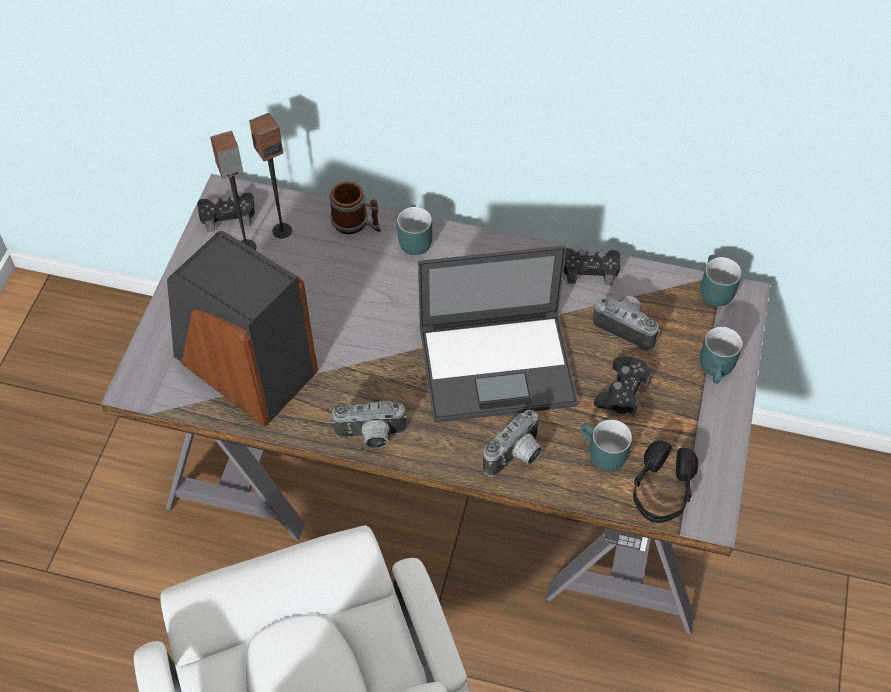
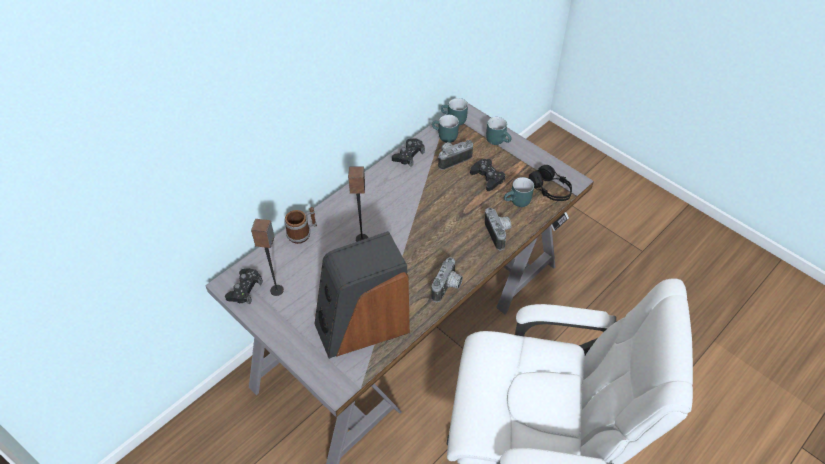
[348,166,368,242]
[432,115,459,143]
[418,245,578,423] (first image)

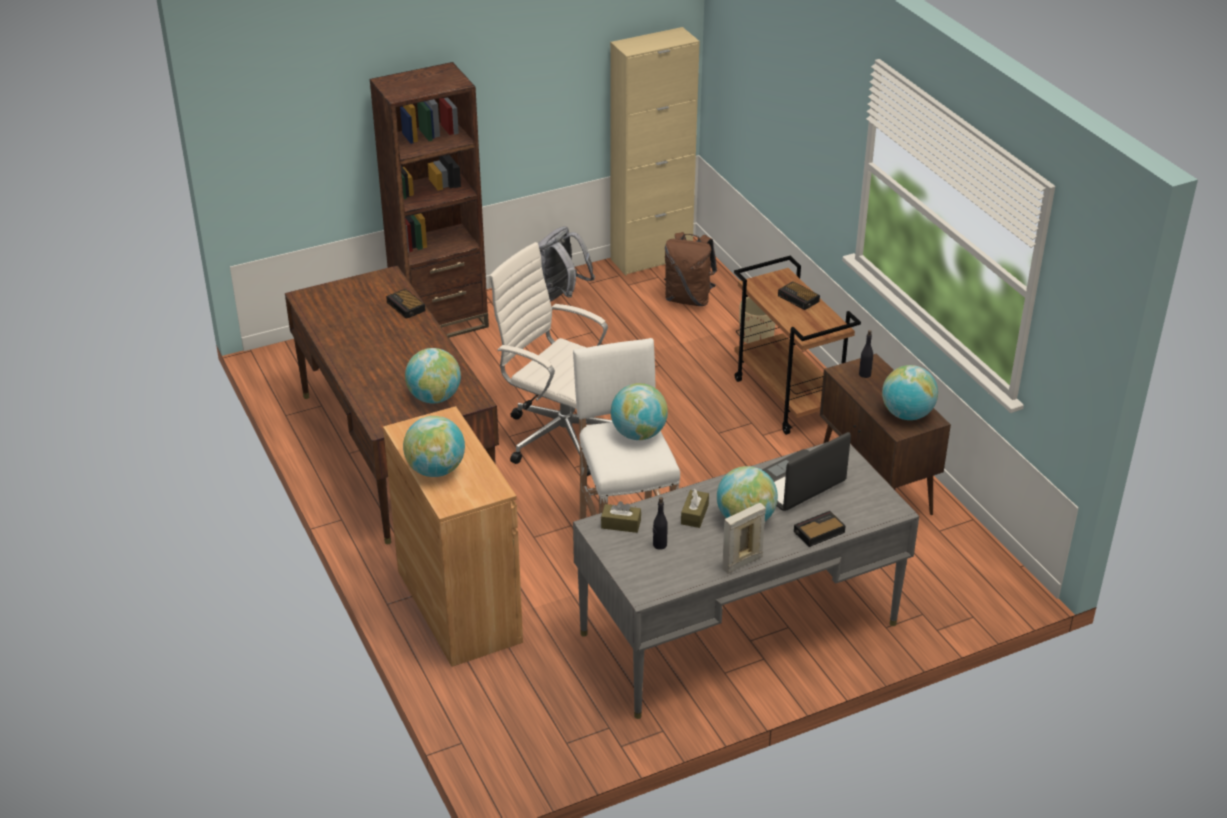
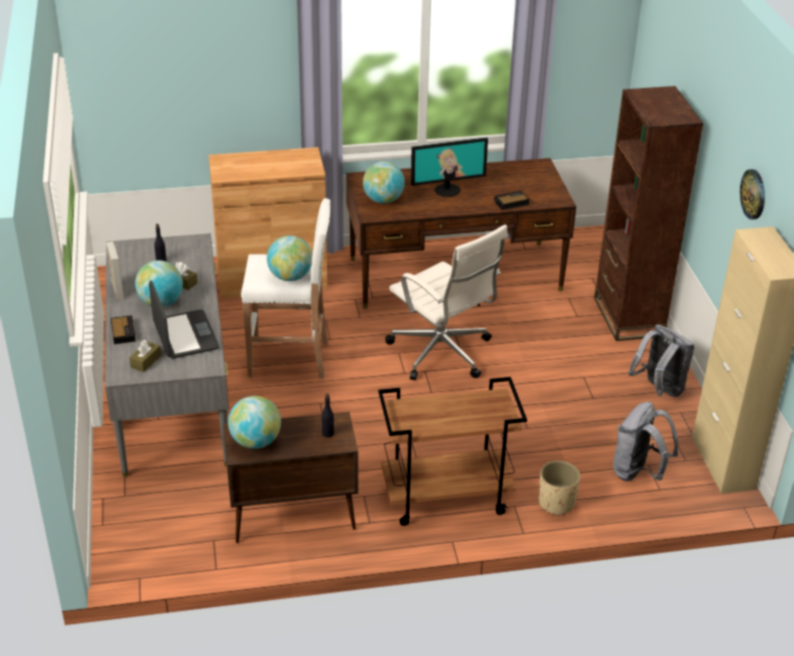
[403,416,465,477] (first image)
[385,225,508,380]
[129,340,161,372]
[613,402,678,481]
[778,281,820,310] (first image)
[411,137,488,197]
[740,169,765,220]

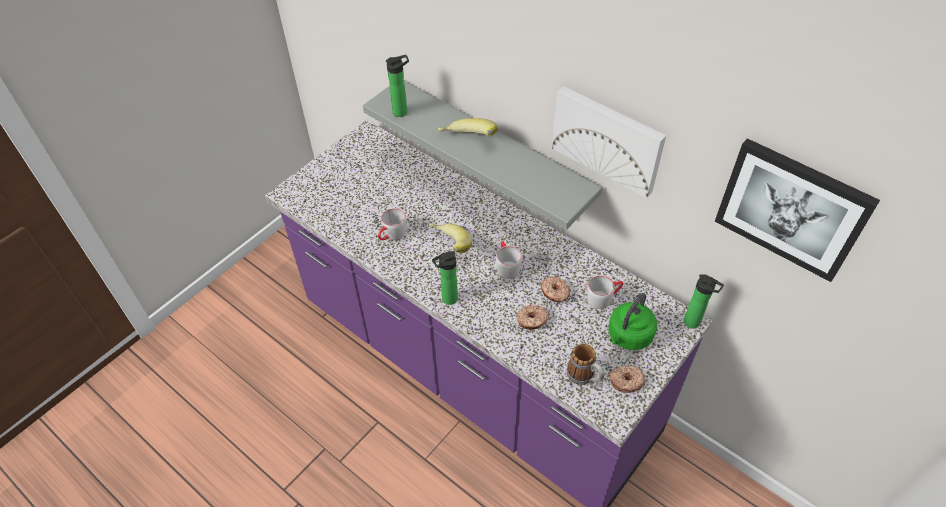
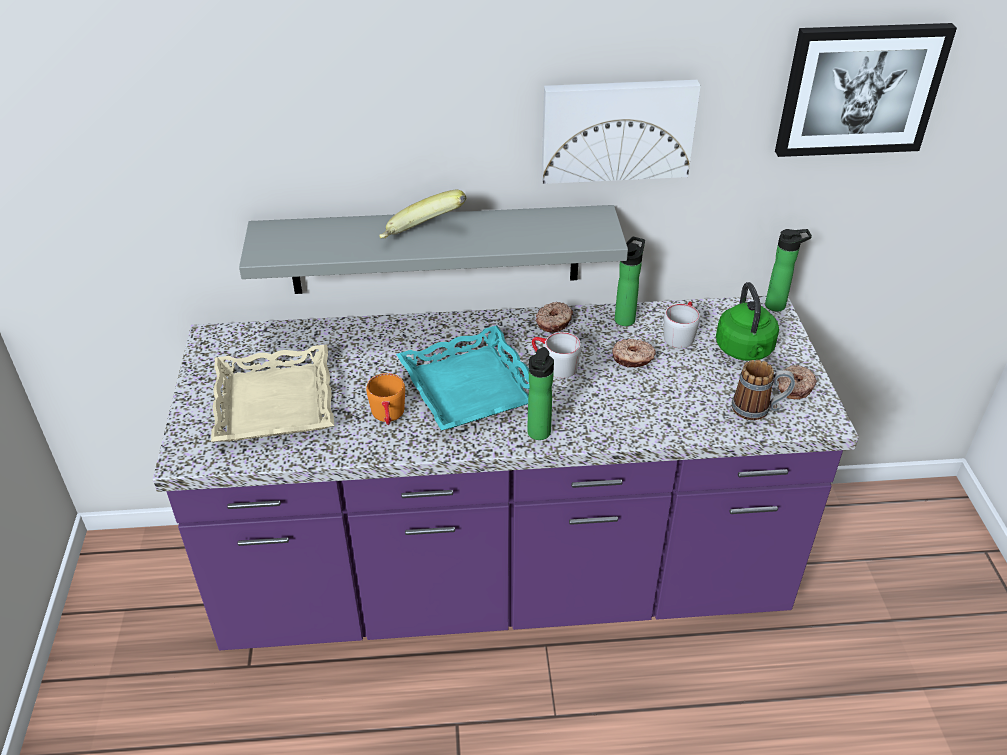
[366,373,405,425]
[615,237,645,326]
[396,325,530,430]
[536,302,573,332]
[211,344,334,442]

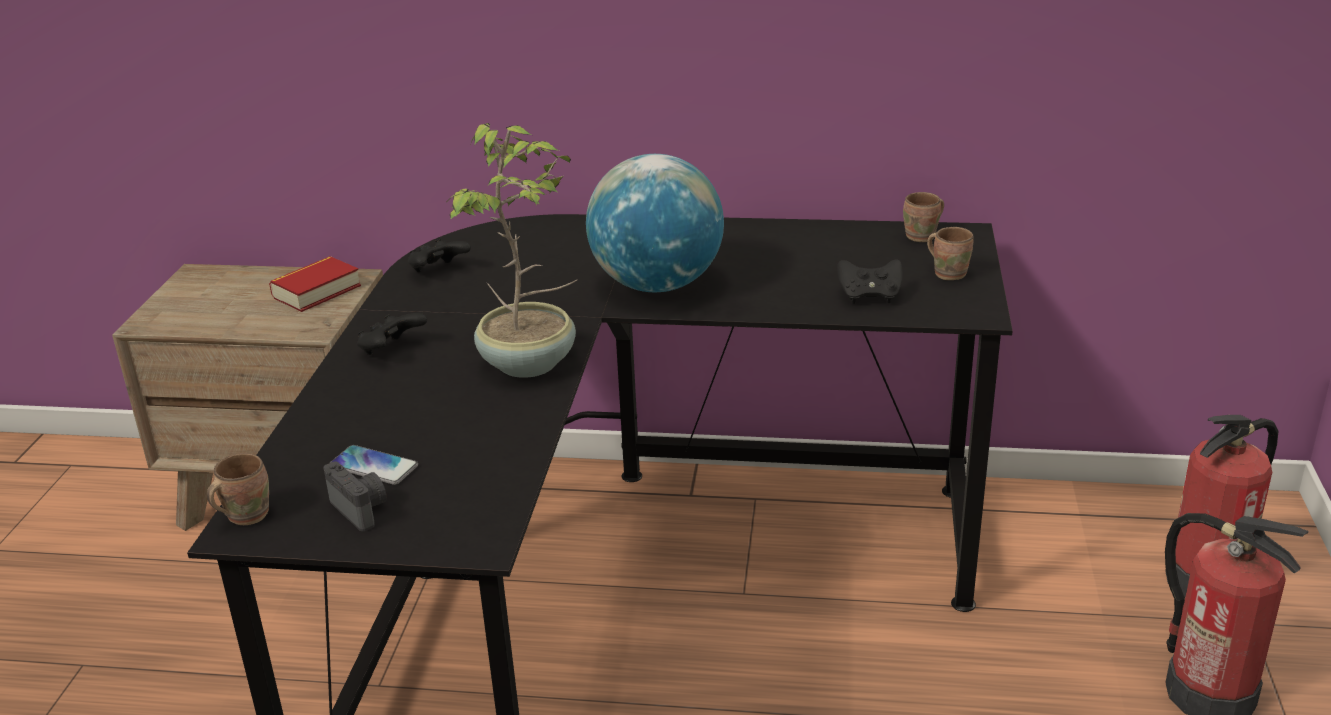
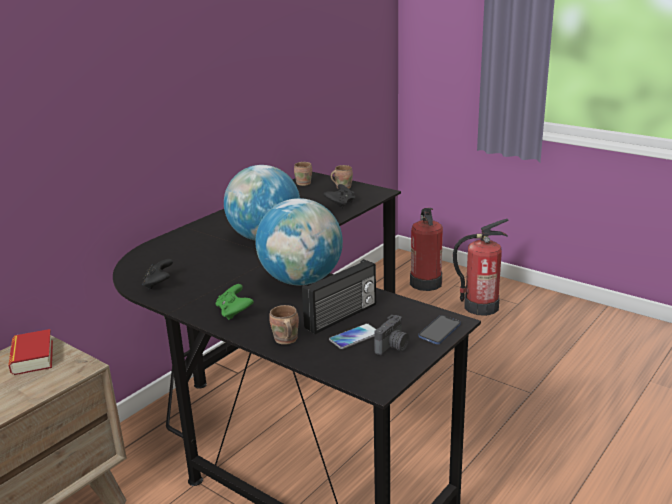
[269,305,299,345]
[374,315,409,355]
[216,284,254,320]
[255,198,343,285]
[302,259,376,334]
[418,315,461,344]

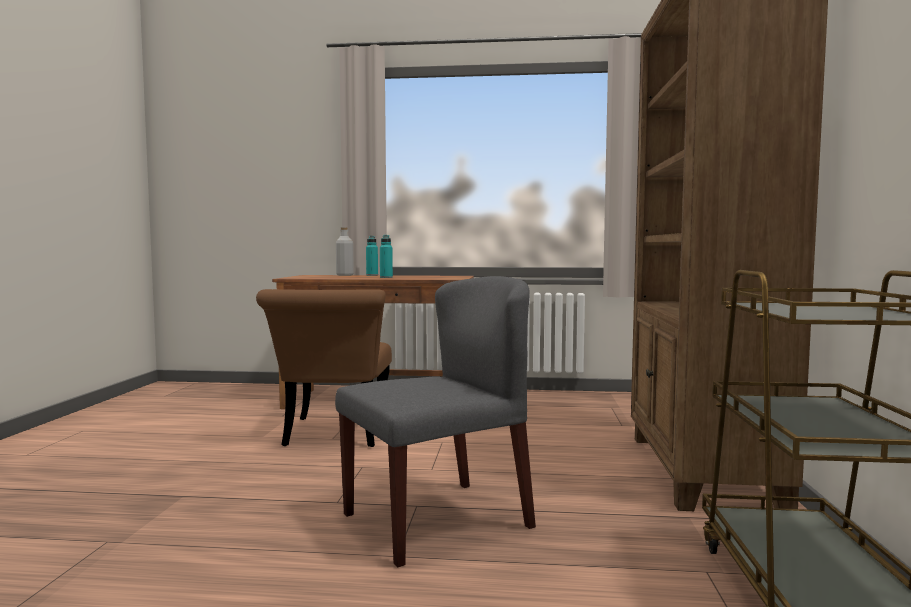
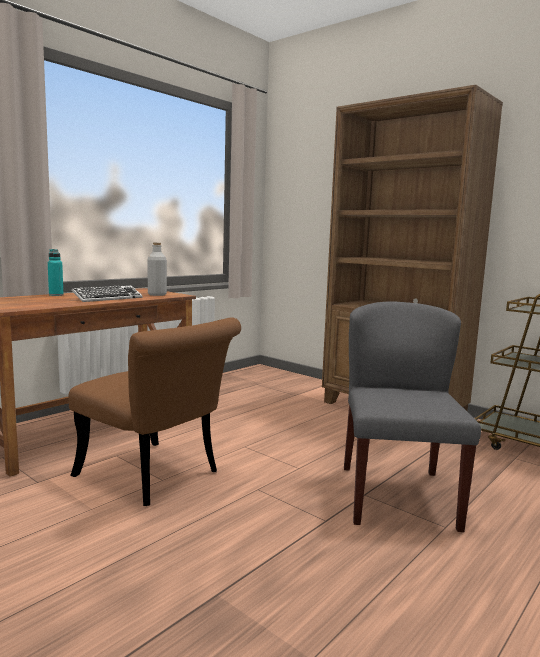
[147,242,167,296]
[71,285,143,302]

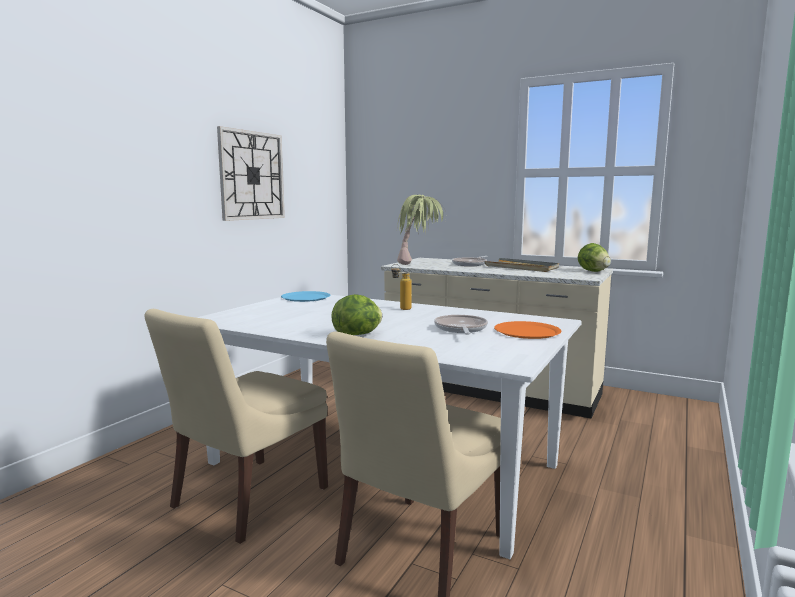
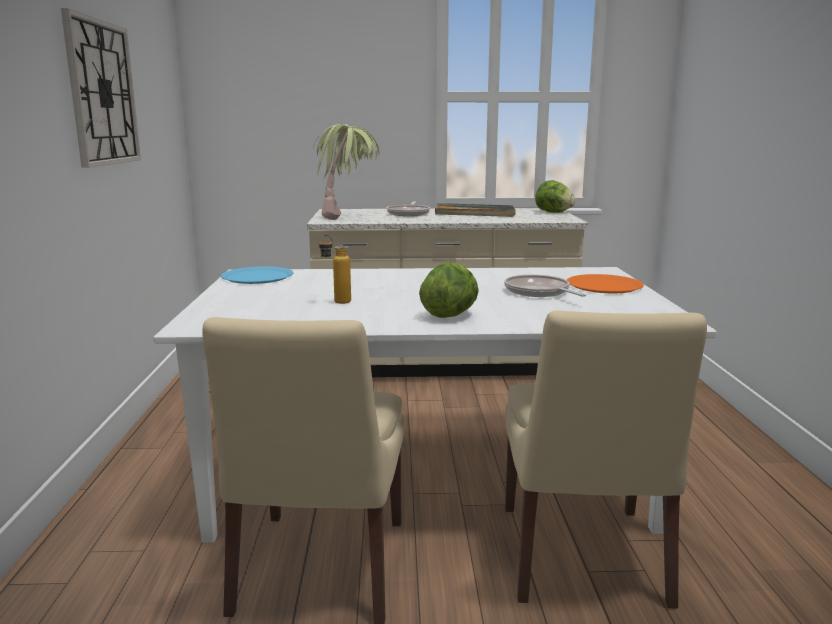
[318,235,351,304]

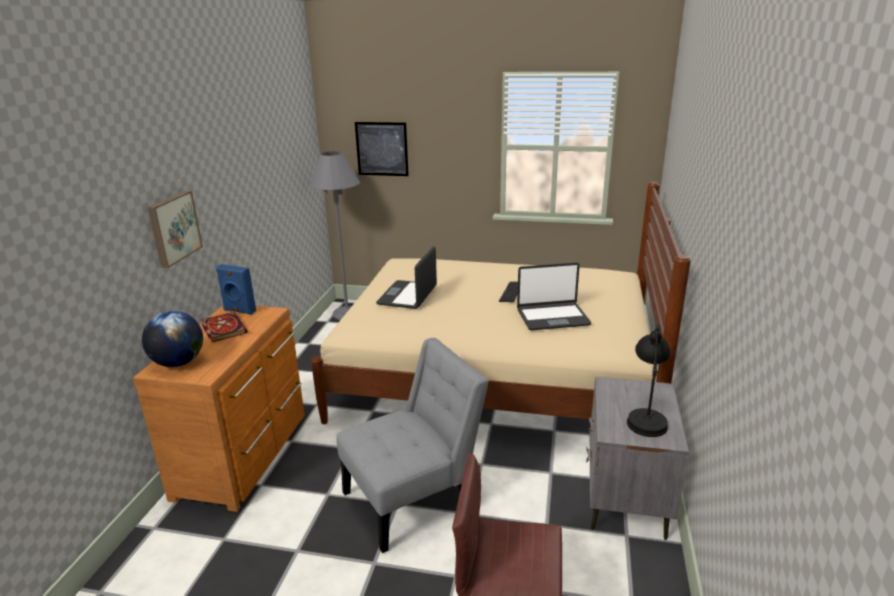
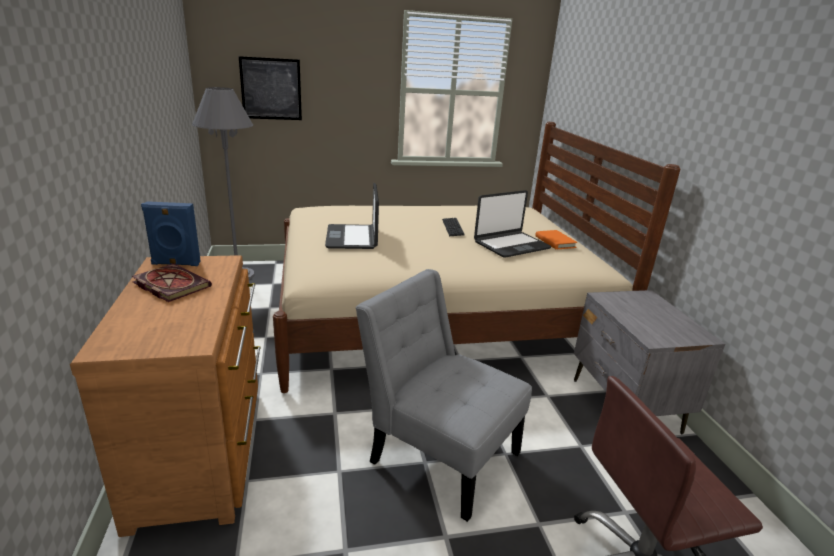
[142,311,203,367] (first image)
[147,191,203,268] (first image)
[356,269,532,522]
[627,324,670,437] (first image)
[536,230,578,249]

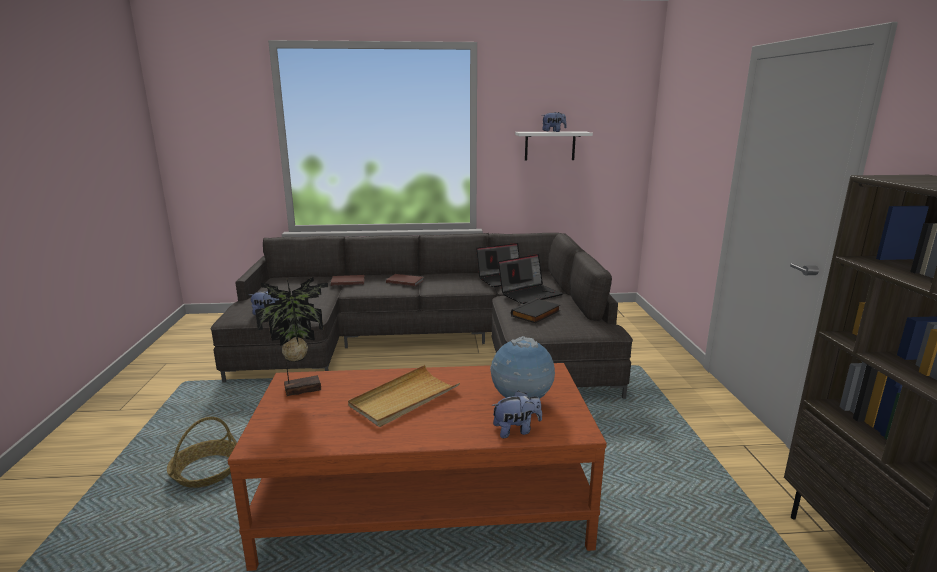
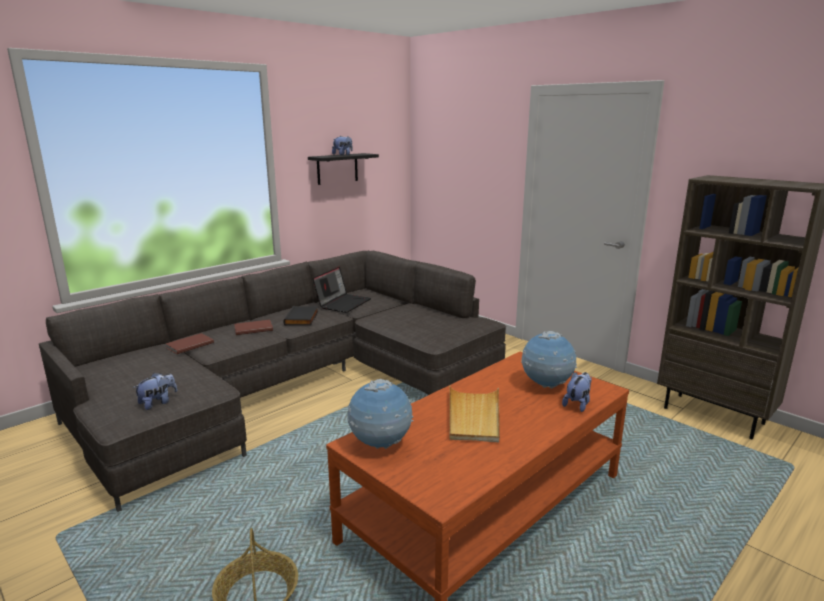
[347,379,413,449]
[498,254,563,304] (first image)
[283,306,319,325]
[308,153,379,185]

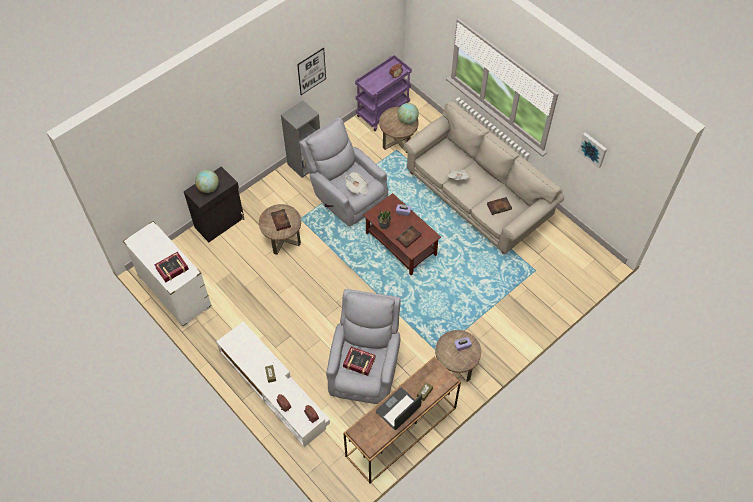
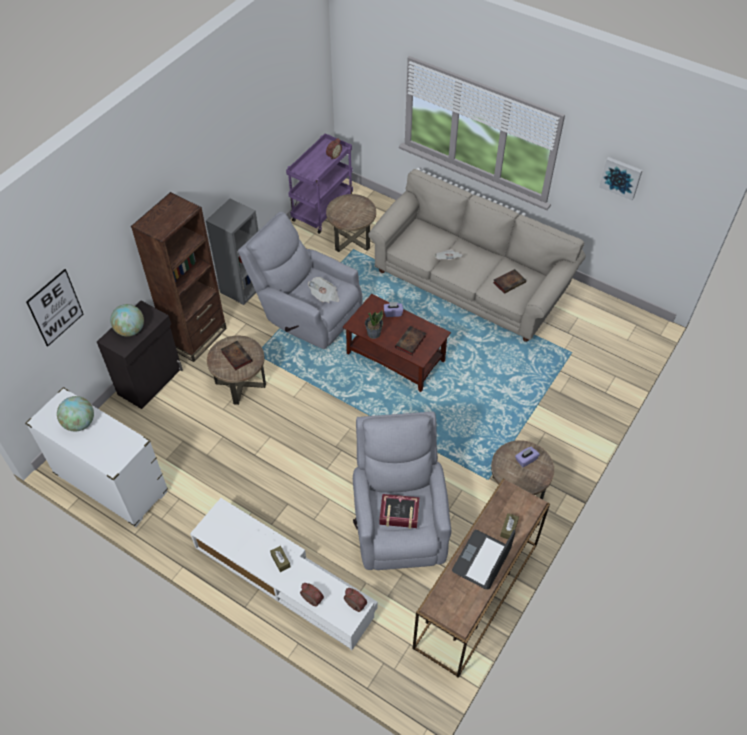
[155,252,189,282] (first image)
[26,269,83,346]
[57,396,94,431]
[131,192,227,362]

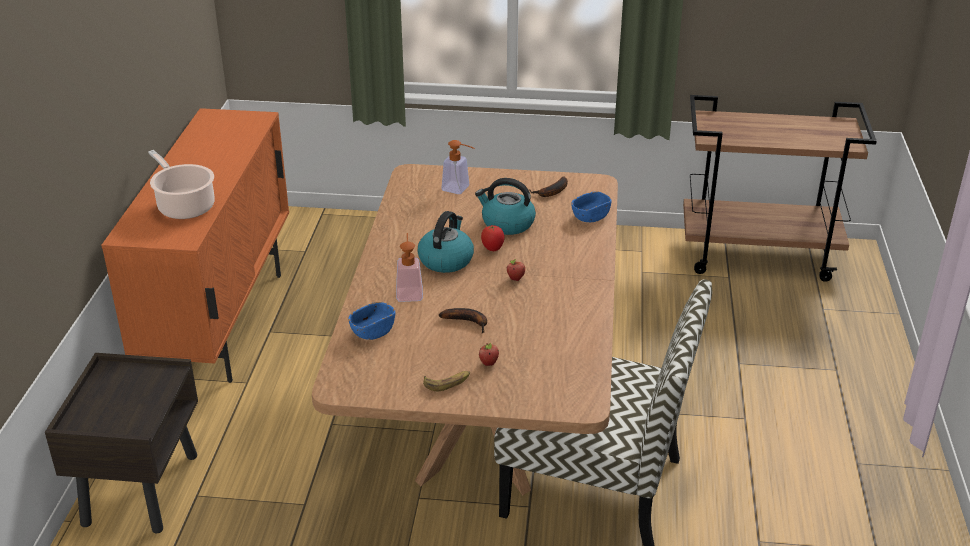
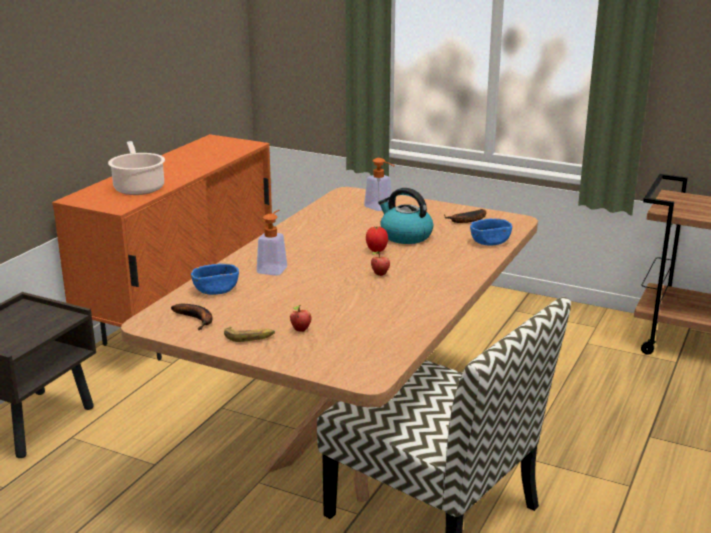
[417,211,474,273] (first image)
[171,304,213,330]

